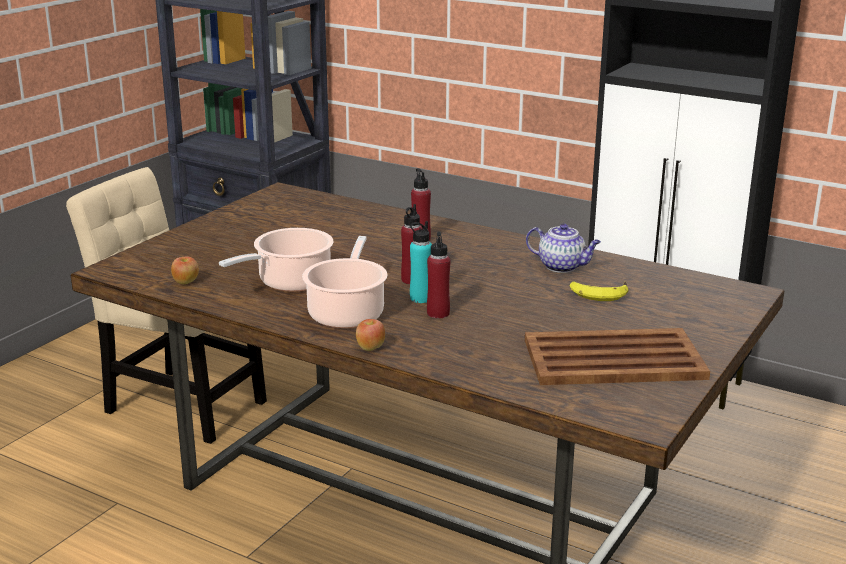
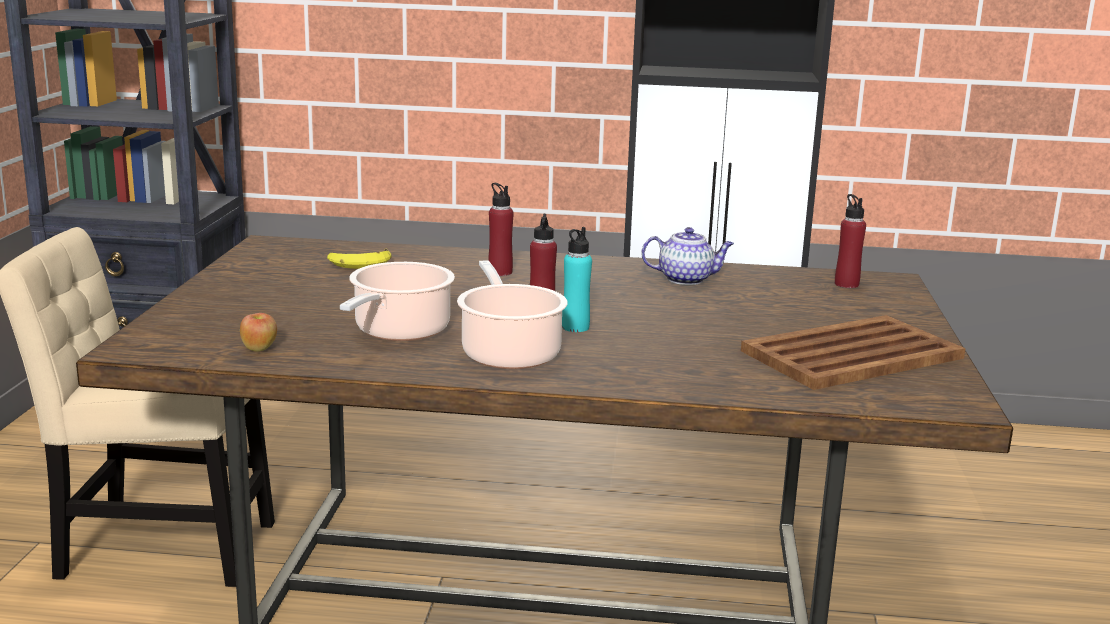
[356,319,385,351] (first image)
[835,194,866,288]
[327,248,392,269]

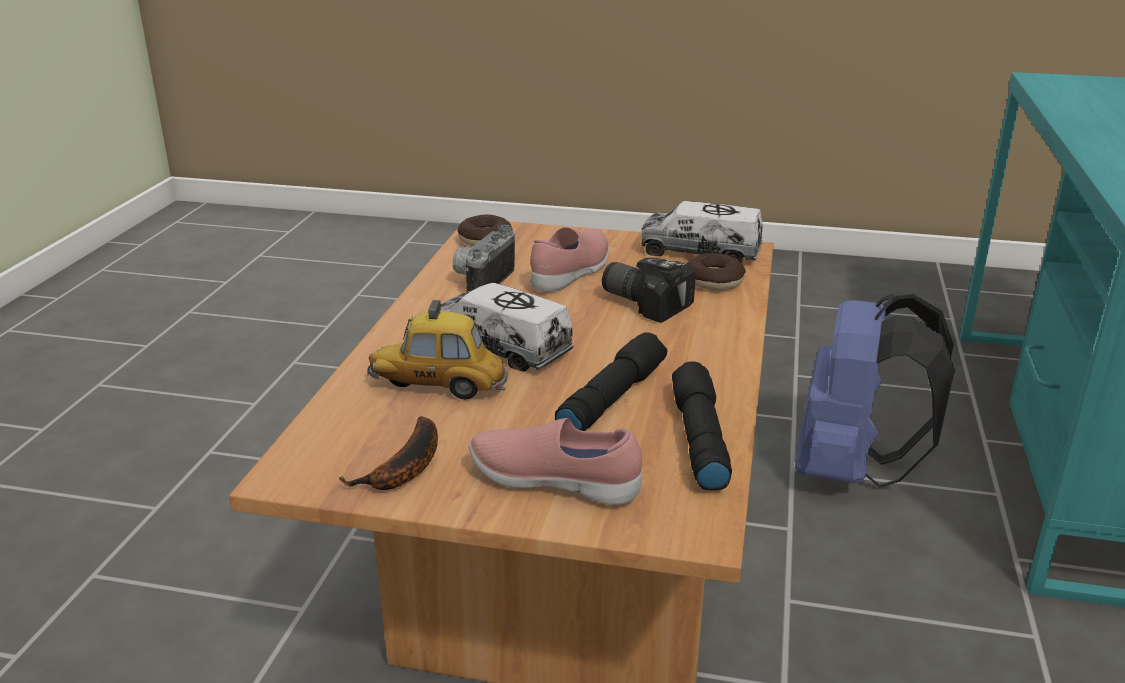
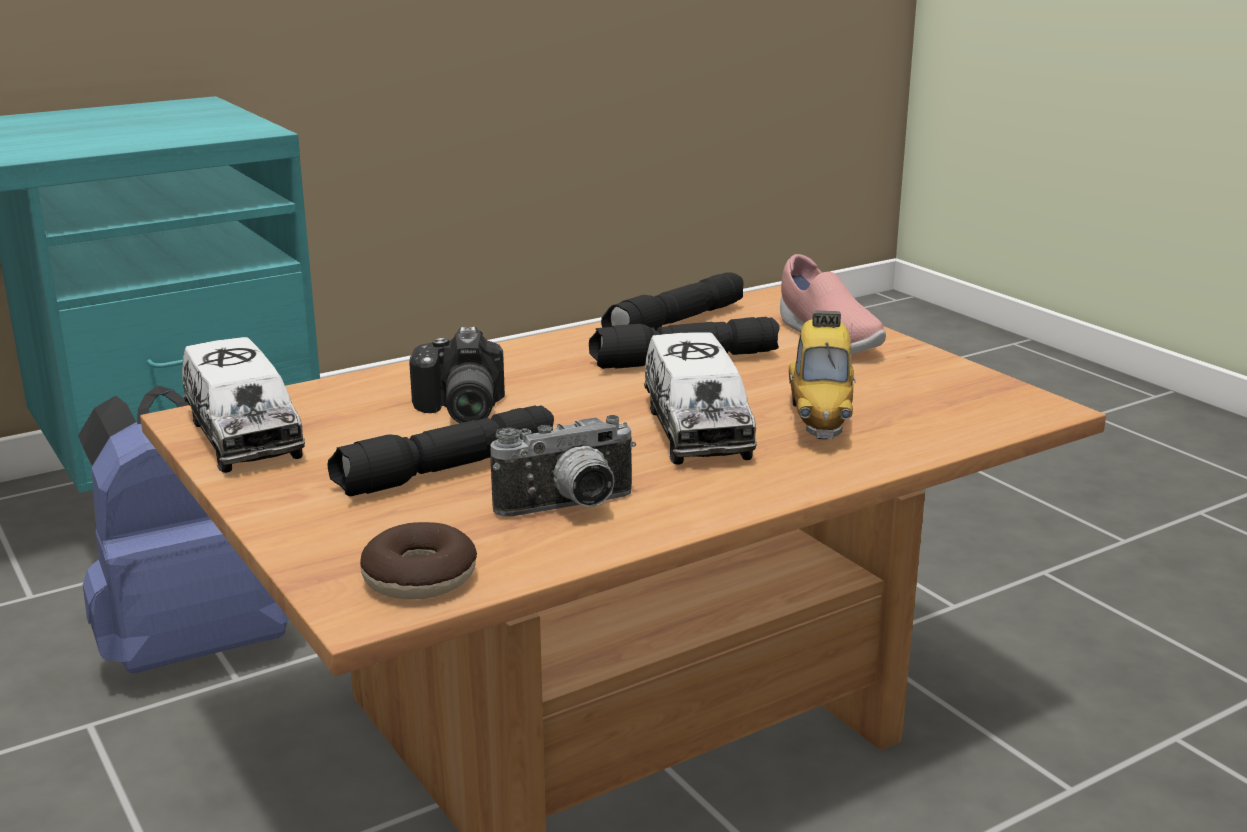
[339,416,438,490] (first image)
[789,310,856,439]
[327,405,554,497]
[687,253,746,291] (first image)

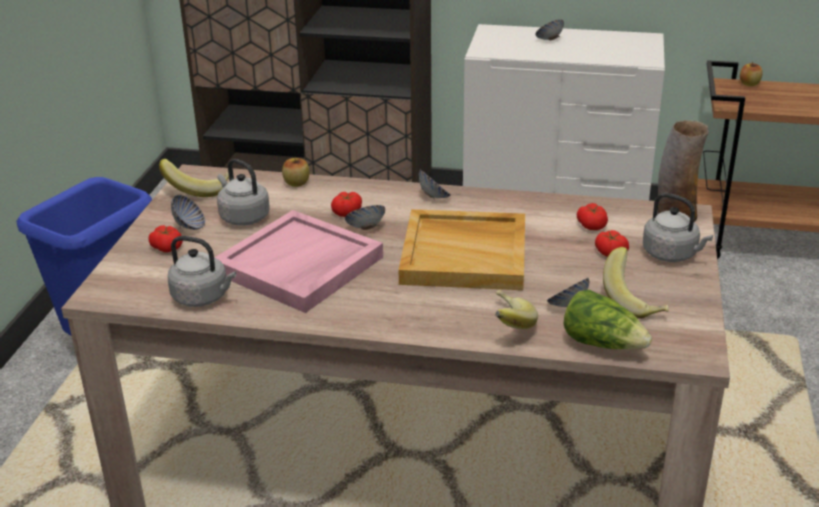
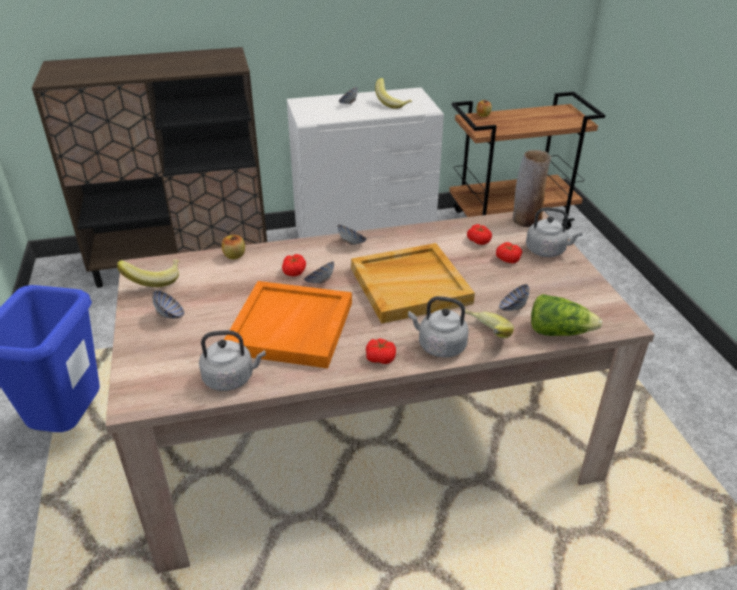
[366,338,396,364]
[224,281,352,368]
[408,296,469,358]
[375,78,412,109]

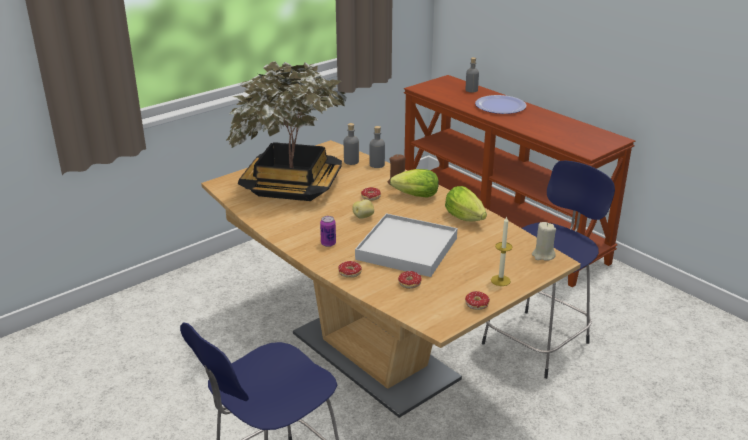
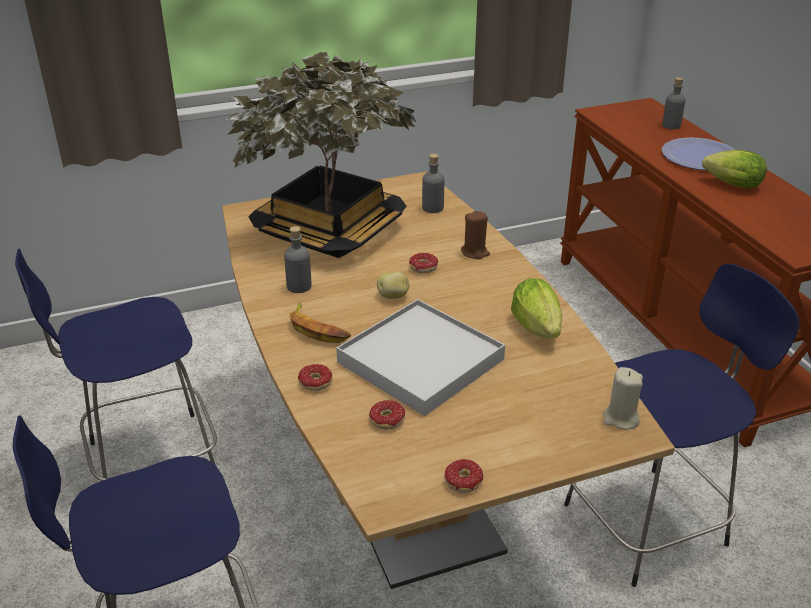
[289,302,351,343]
[284,226,311,293]
[702,150,767,189]
[491,217,513,286] (first image)
[15,249,217,481]

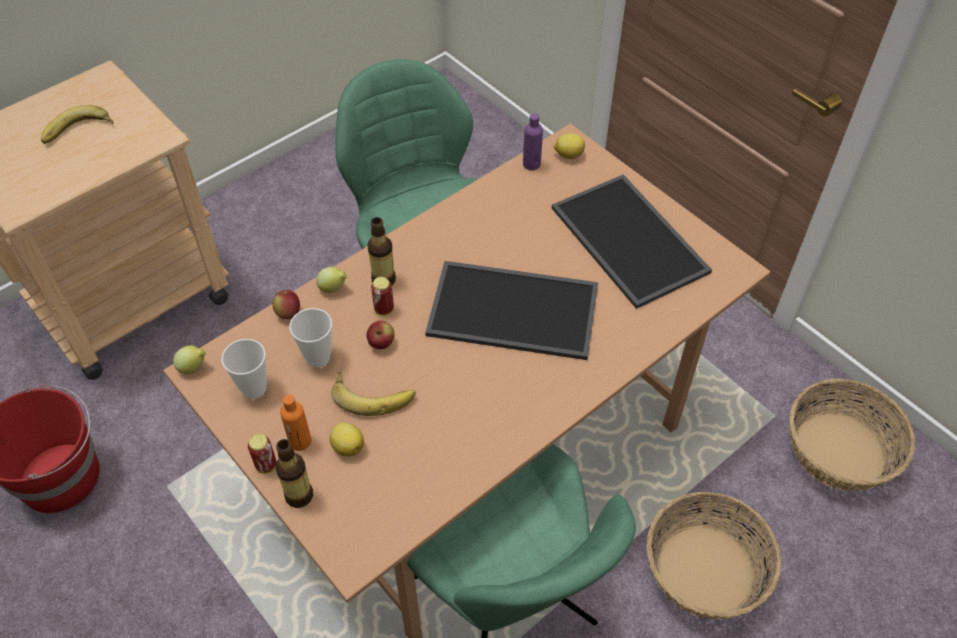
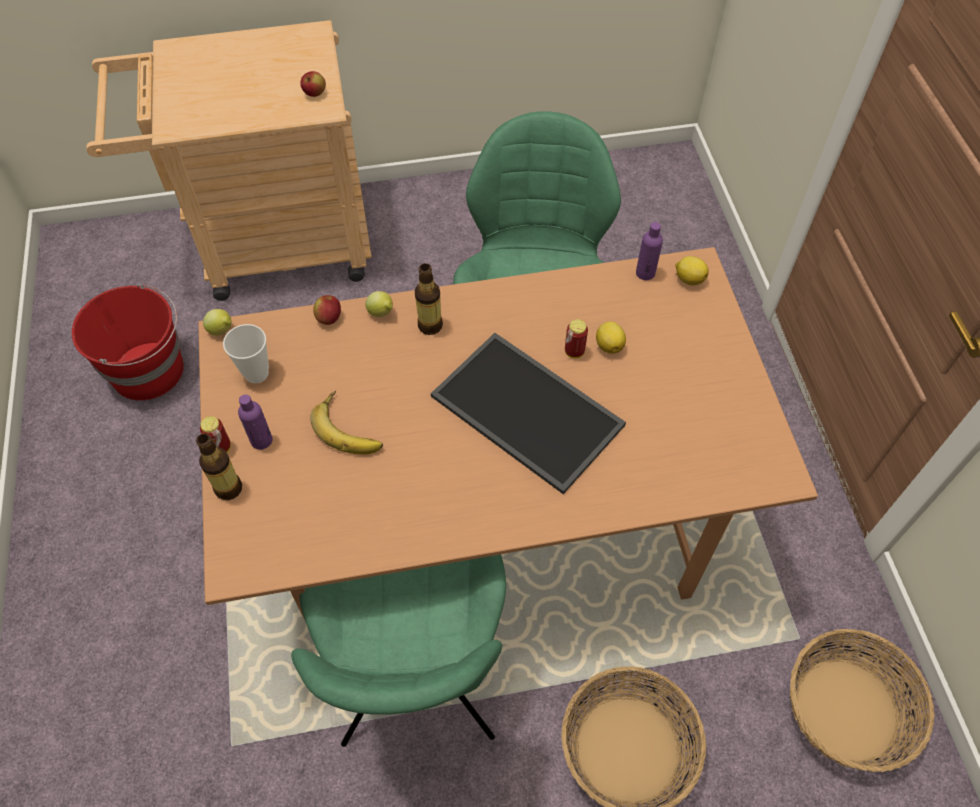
[41,105,113,144] (first image)
[238,394,273,450]
[289,308,332,368] (first image)
[596,321,626,354]
[300,71,326,97]
[565,319,588,358]
[552,174,712,309] (first image)

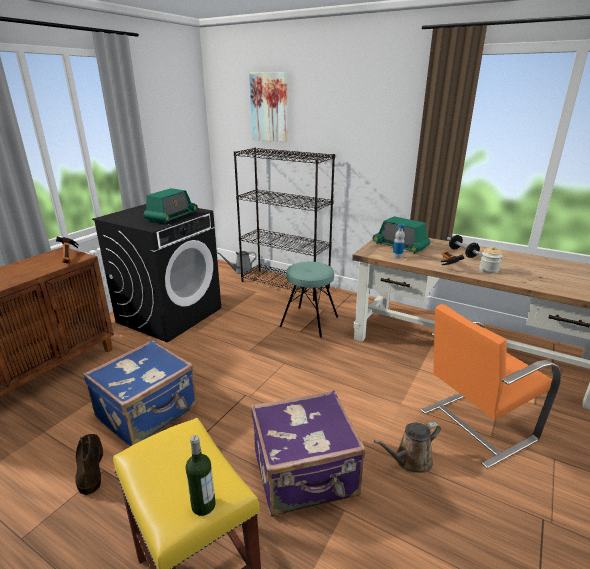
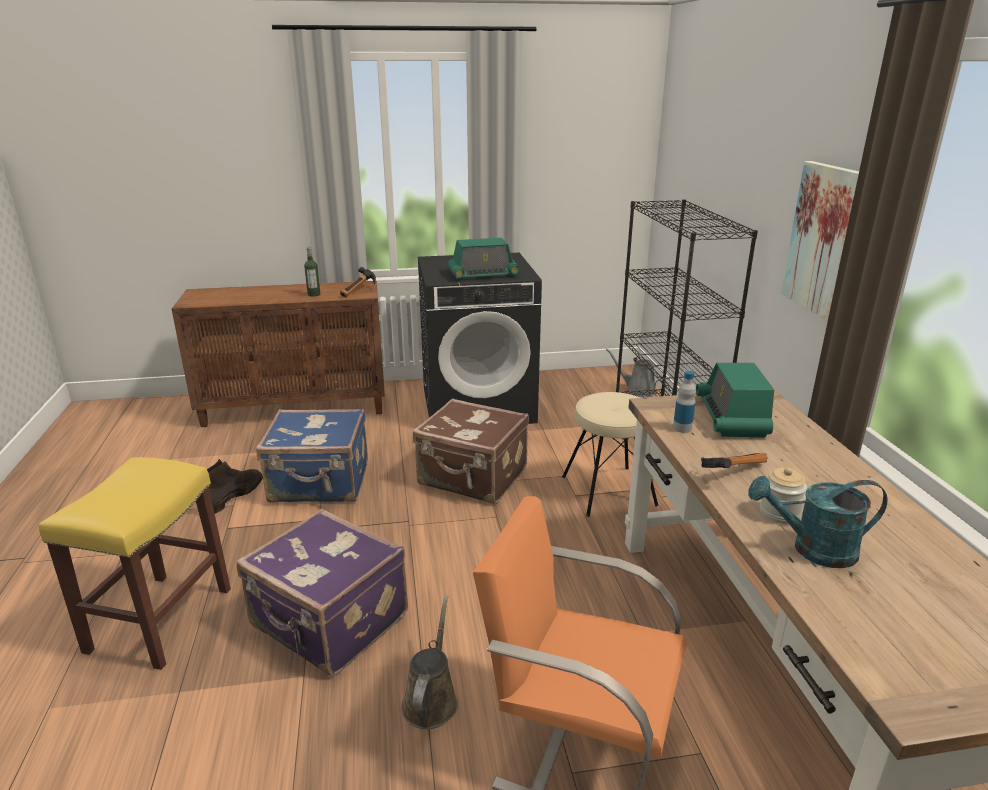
[304,247,321,297]
[781,161,859,320]
[562,392,658,517]
[401,595,458,729]
[447,235,482,258] (first image)
[413,398,529,504]
[748,476,887,568]

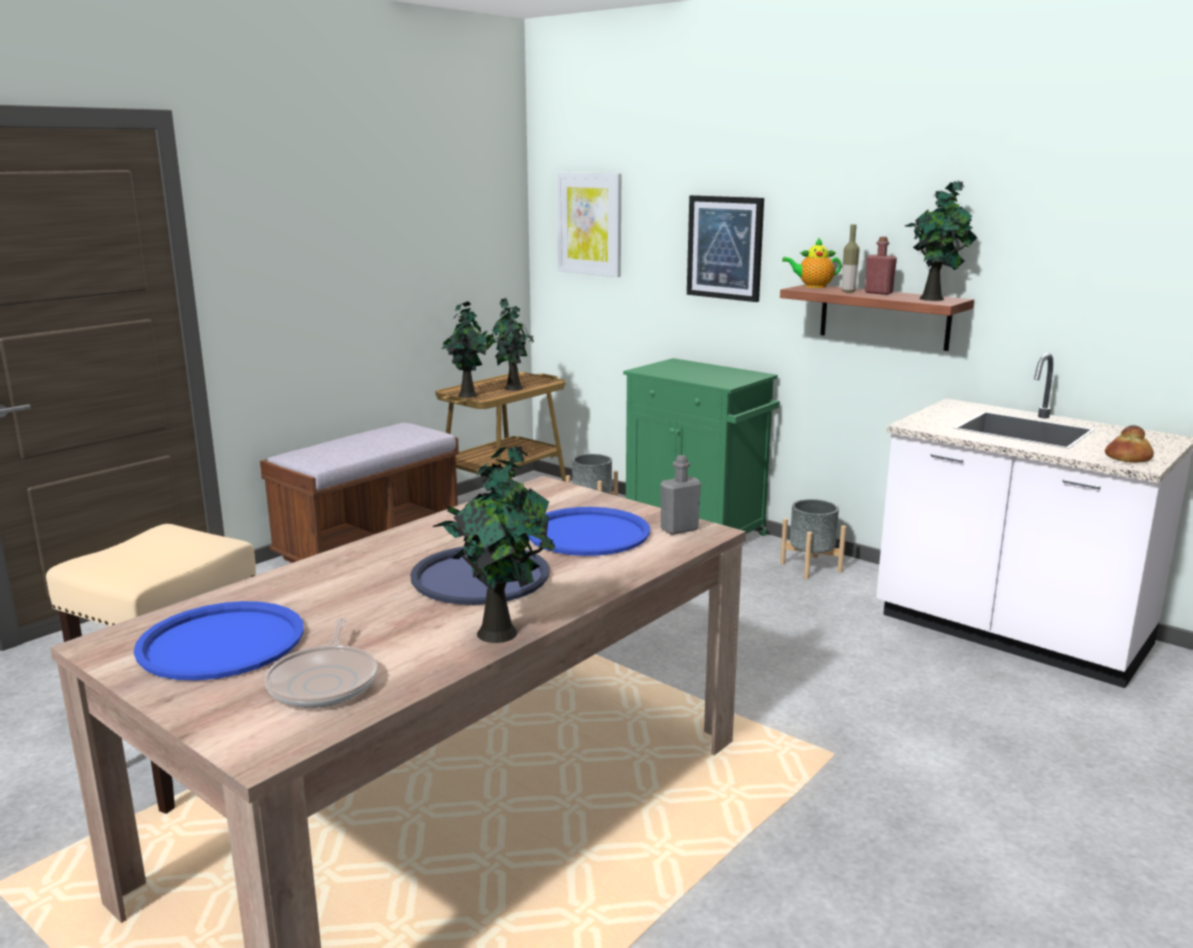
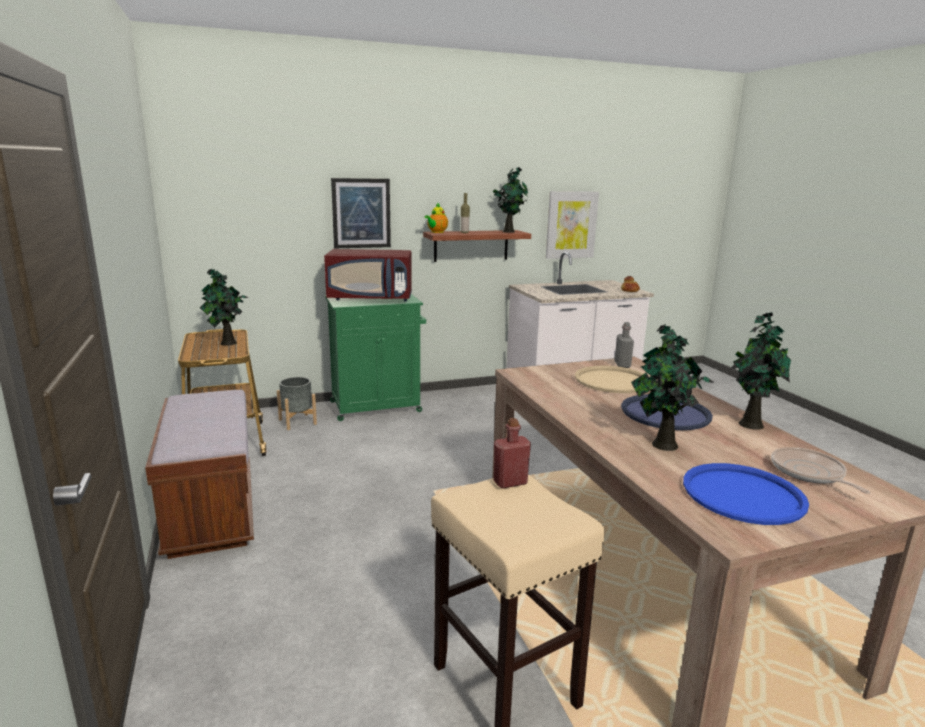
[771,447,871,494]
[631,323,714,451]
[575,366,650,393]
[546,191,599,259]
[780,499,846,579] (first image)
[494,418,531,489]
[324,249,412,301]

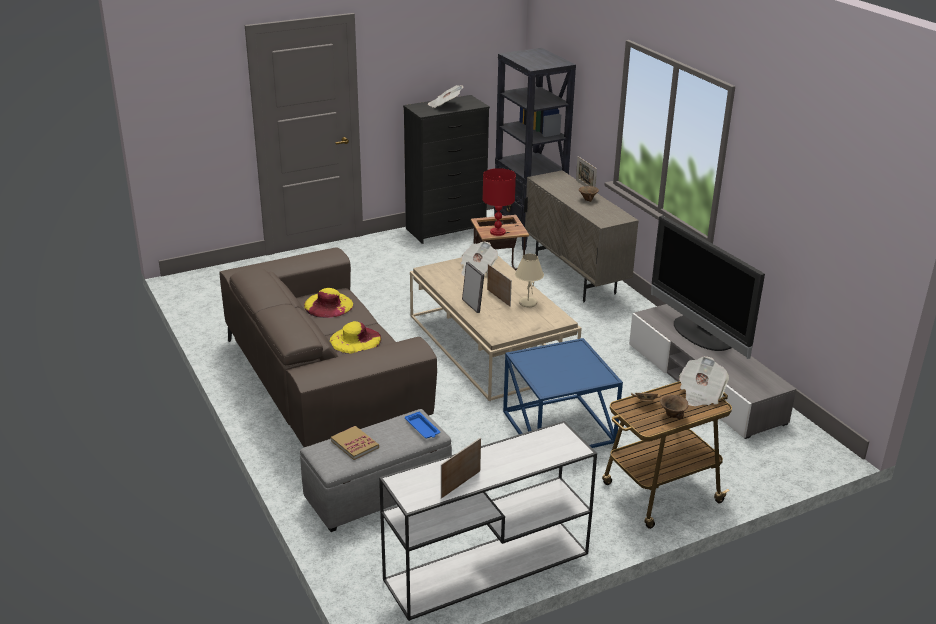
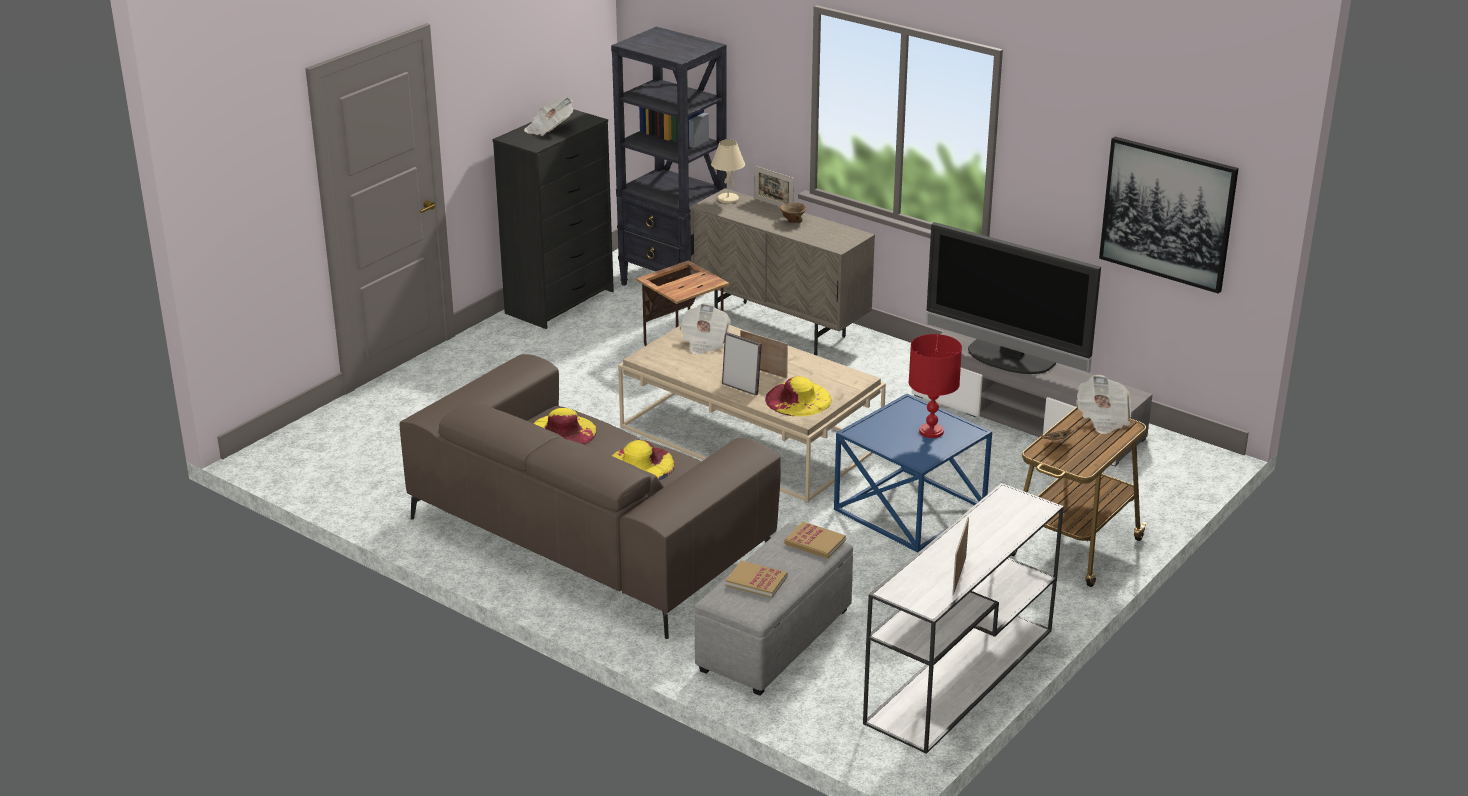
[784,522,846,559]
[909,334,962,438]
[711,139,745,204]
[660,395,689,419] (first image)
[765,376,832,416]
[1099,136,1239,294]

